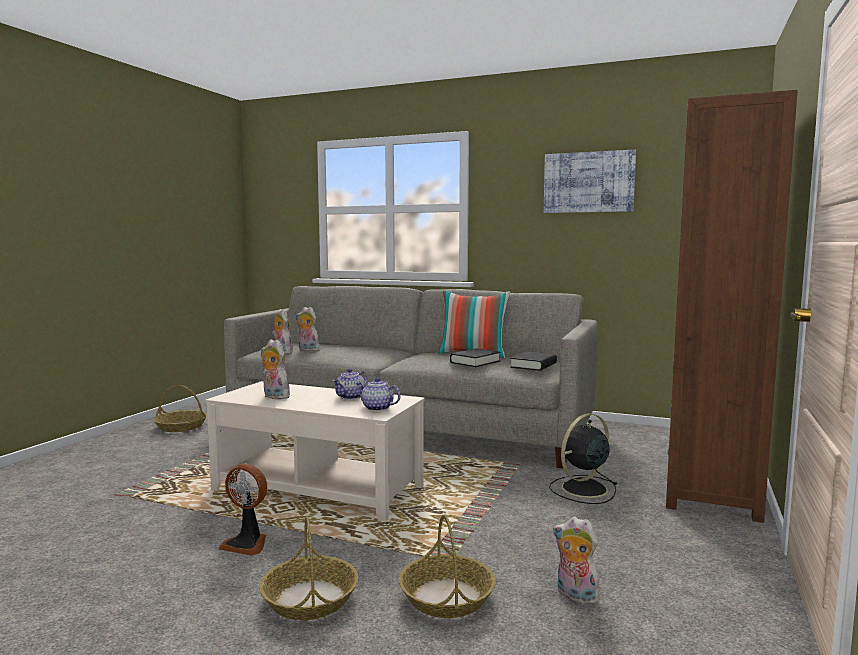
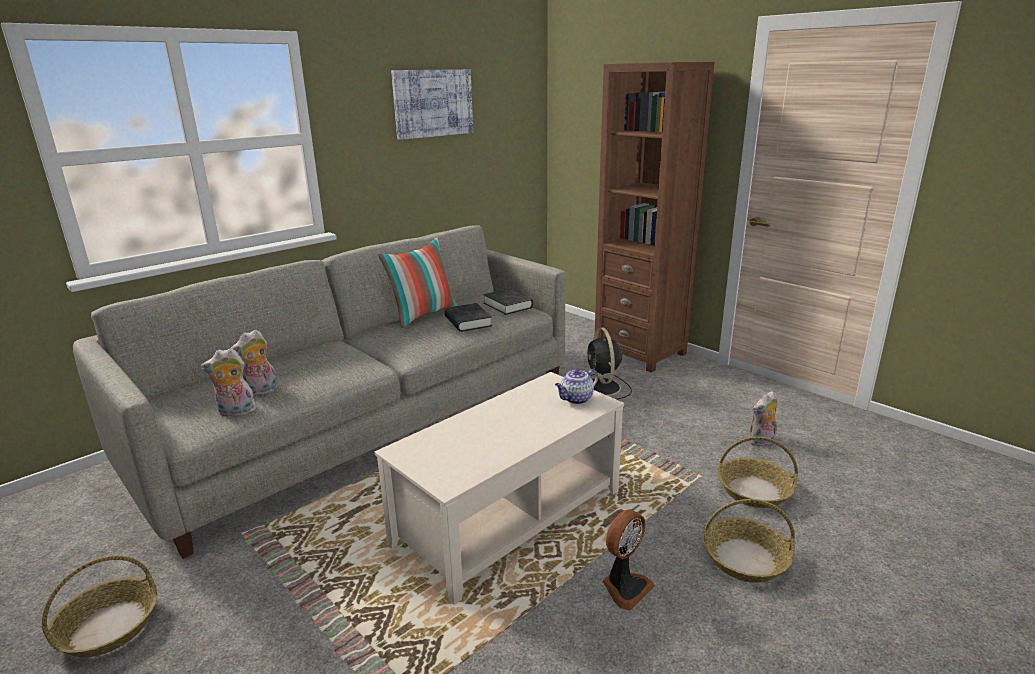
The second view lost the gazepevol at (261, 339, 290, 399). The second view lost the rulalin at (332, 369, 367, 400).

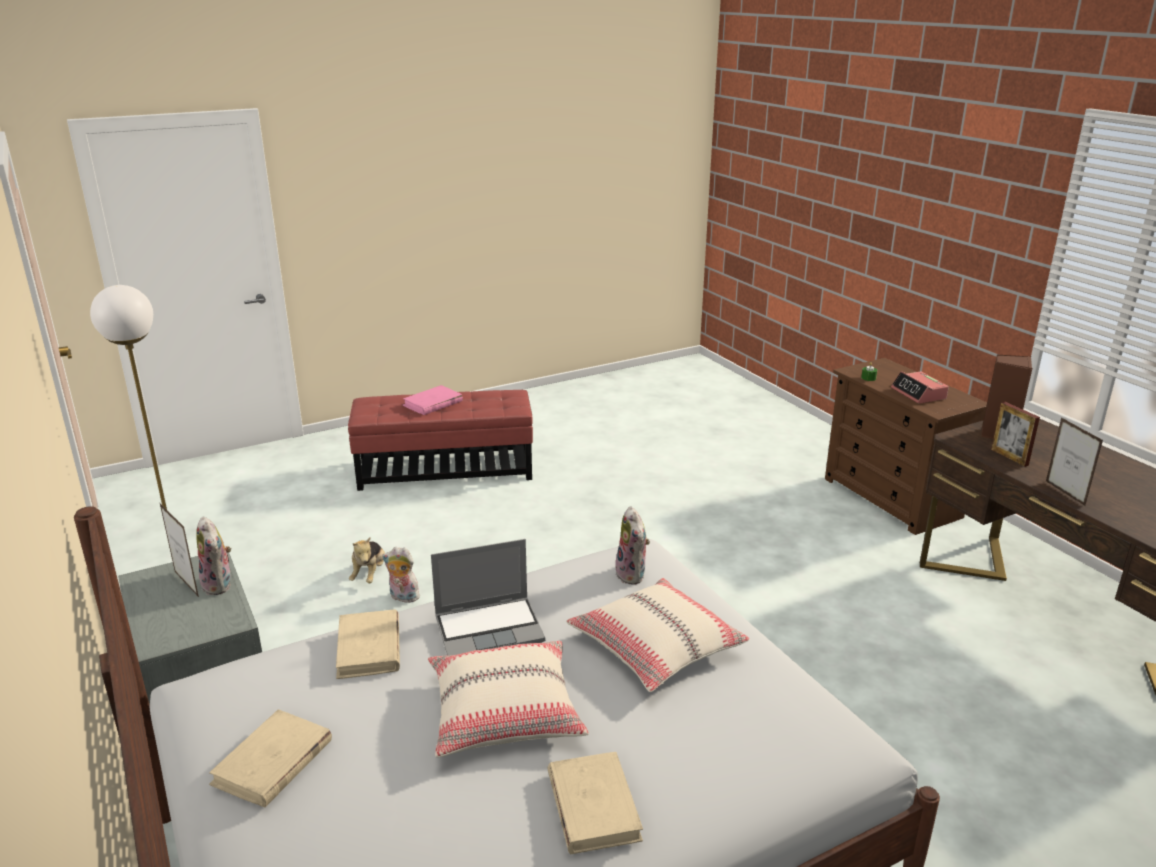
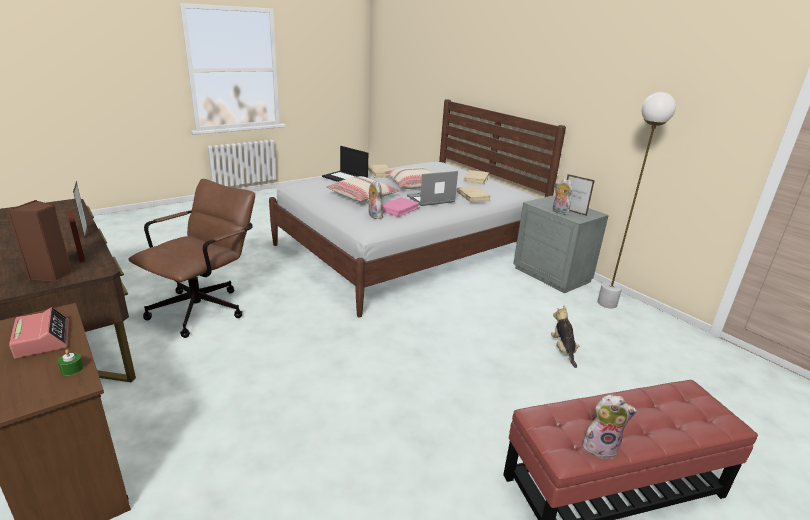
The second view gained the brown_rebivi at (128, 179, 255, 338). The second view gained the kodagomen at (322, 146, 368, 182). The gazepevol ended up elsewhere, having gone from (382, 547, 420, 603) to (583, 395, 637, 459). The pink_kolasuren ended up elsewhere, having gone from (403, 385, 463, 415) to (382, 197, 420, 217).

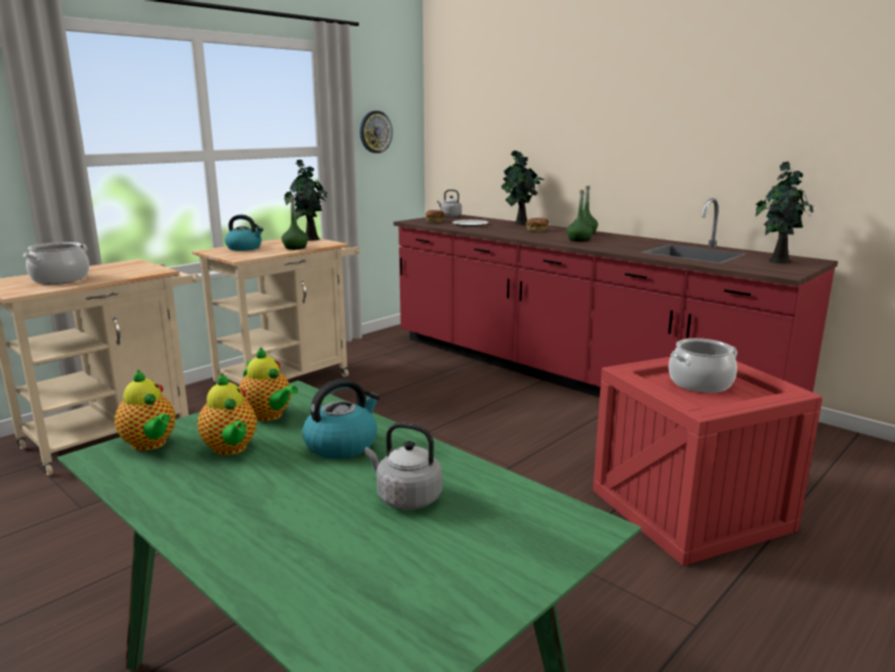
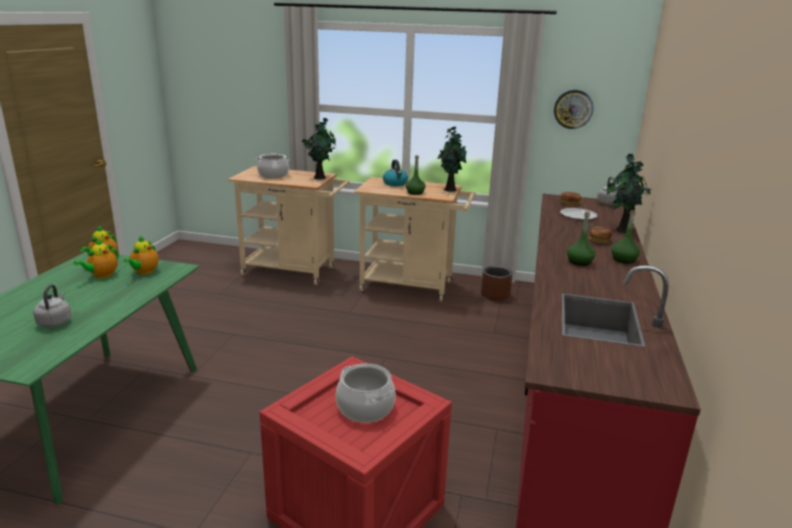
The second view lost the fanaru at (302, 379, 380, 459). The second view gained the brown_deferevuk at (481, 266, 513, 301). The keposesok ended up elsewhere, having gone from (756, 161, 814, 264) to (302, 118, 336, 179).

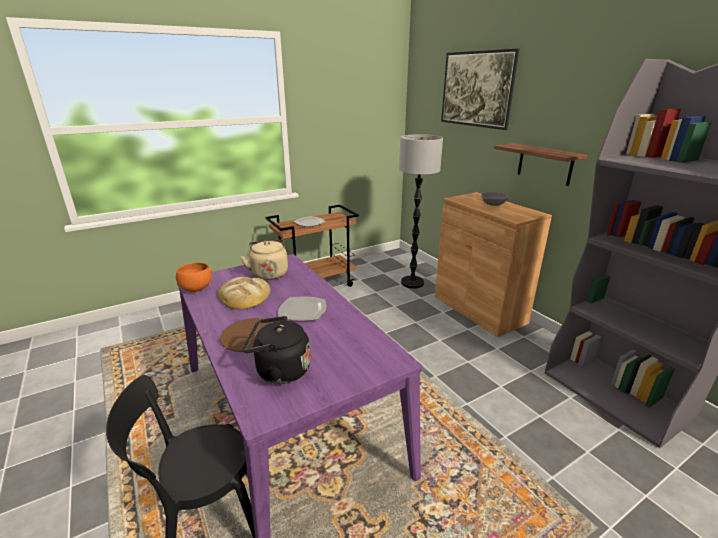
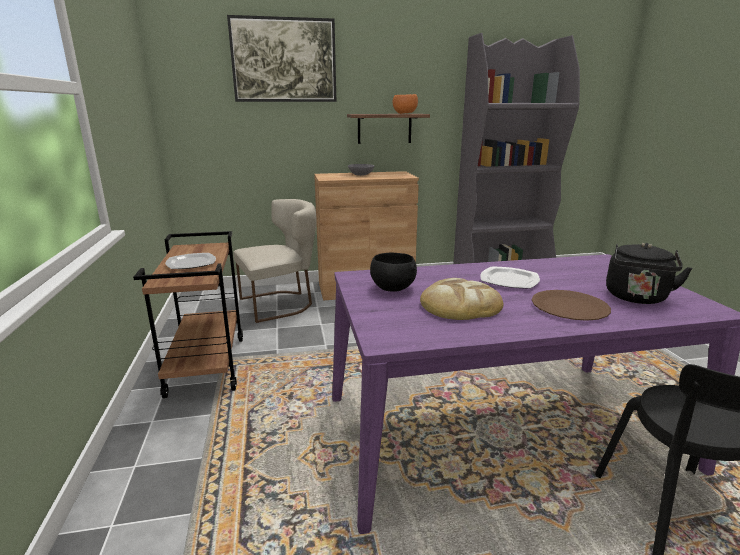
The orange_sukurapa ended up elsewhere, having gone from (176, 262, 212, 292) to (393, 94, 418, 114). Where the beige_fanaru stood at (240, 239, 288, 280), the black_sukurapa came to stand at (370, 253, 417, 292). Where the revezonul stood at (399, 134, 443, 289), the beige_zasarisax came to stand at (233, 199, 316, 323).

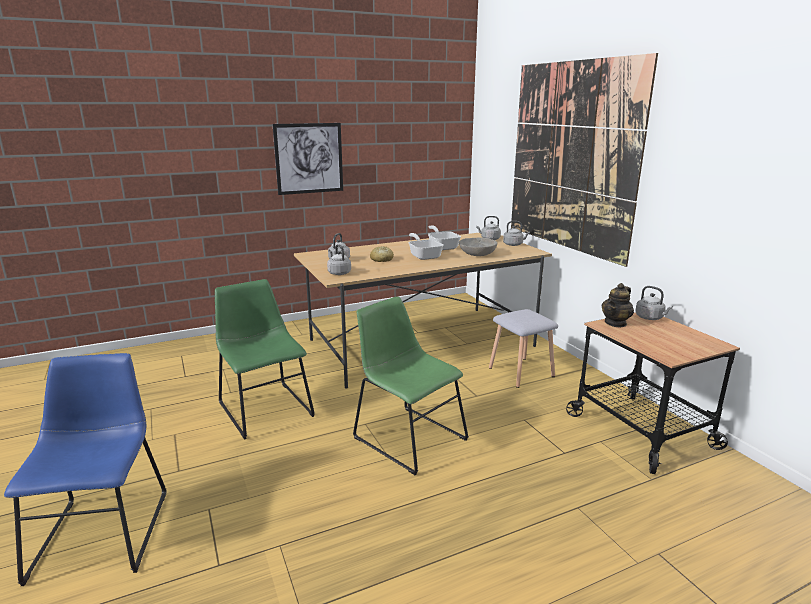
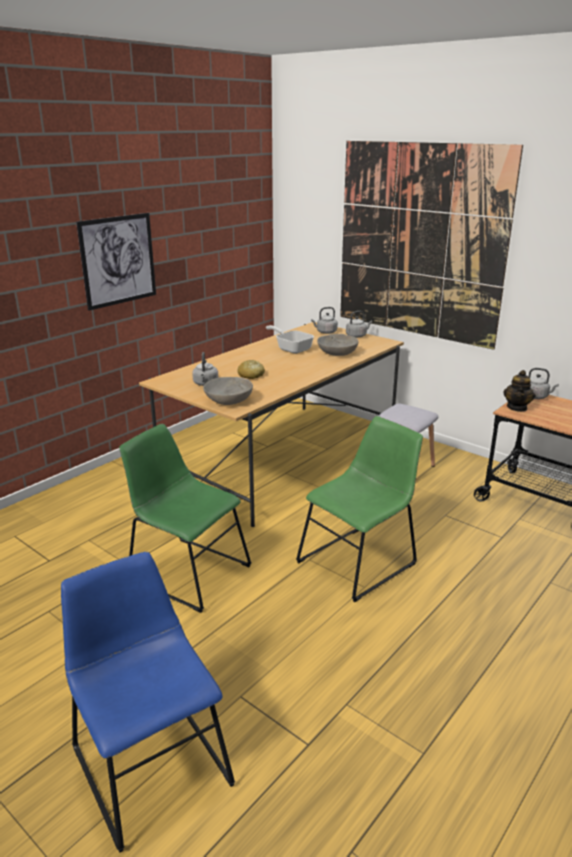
The second view lost the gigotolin at (409, 233, 444, 260). Where the grey_fanaru stood at (327, 244, 351, 275), the grey_sukurapa came to stand at (203, 377, 253, 405). The green_zasarisax at (353, 297, 469, 475) ended up facing another way, 120 degrees clockwise from before.

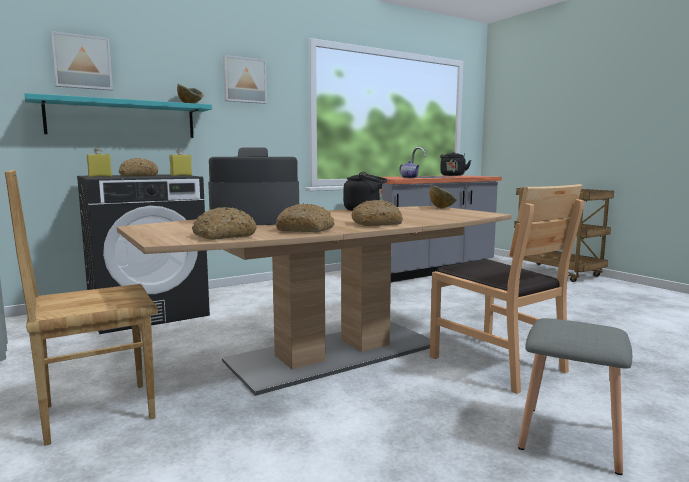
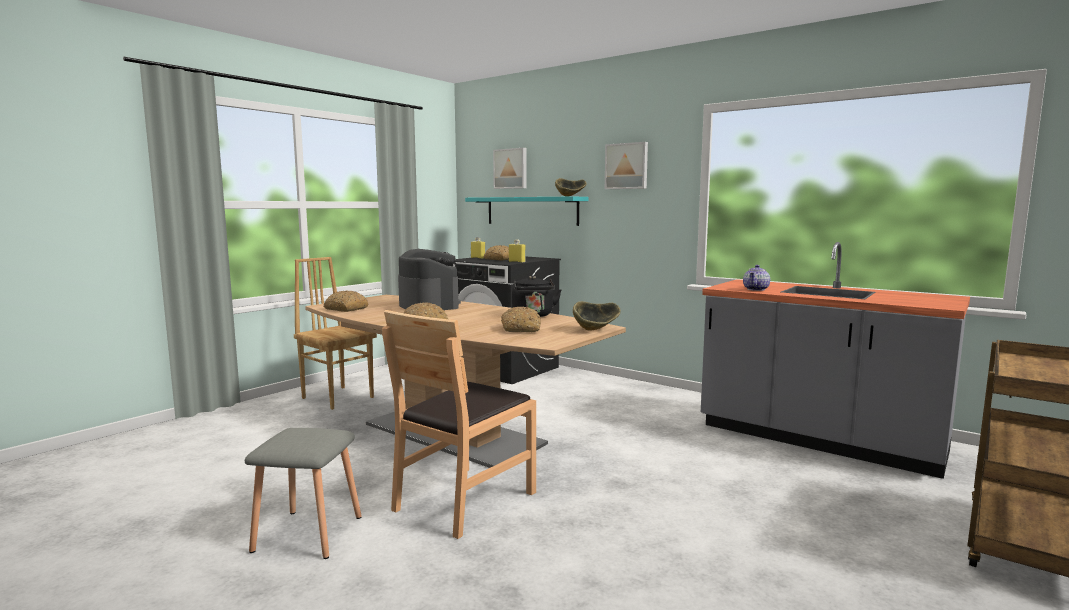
The second view lost the black_fanaru at (440, 152, 471, 176). The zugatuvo ended up elsewhere, having gone from (275, 203, 335, 232) to (501, 307, 541, 332).

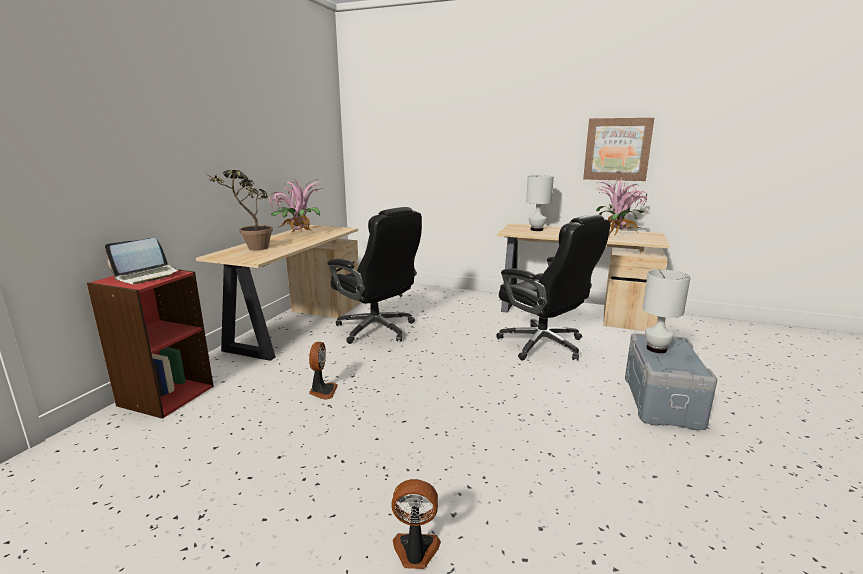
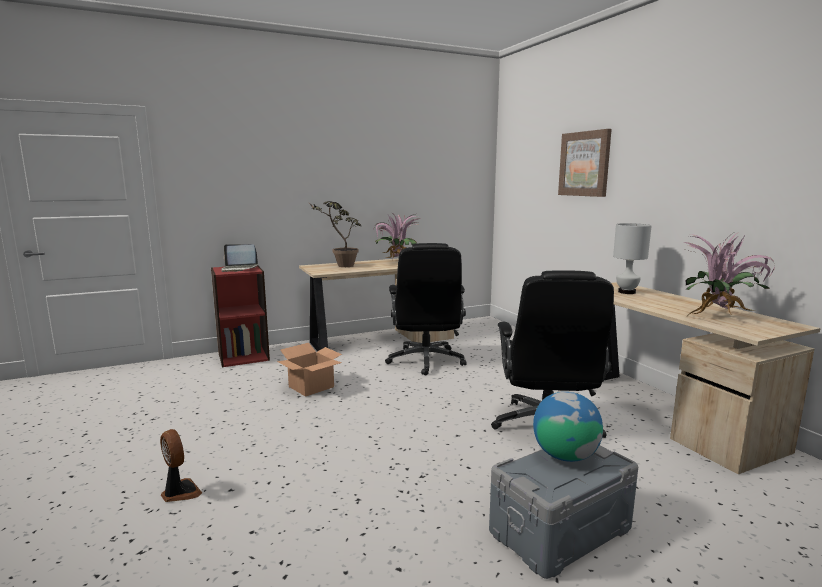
The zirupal ended up elsewhere, having gone from (583, 118, 654, 181) to (558, 129, 612, 197). Where the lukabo stood at (309, 342, 338, 400), the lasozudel came to stand at (277, 343, 342, 397). Where the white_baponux stood at (643, 269, 691, 353), the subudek came to stand at (533, 392, 603, 462).

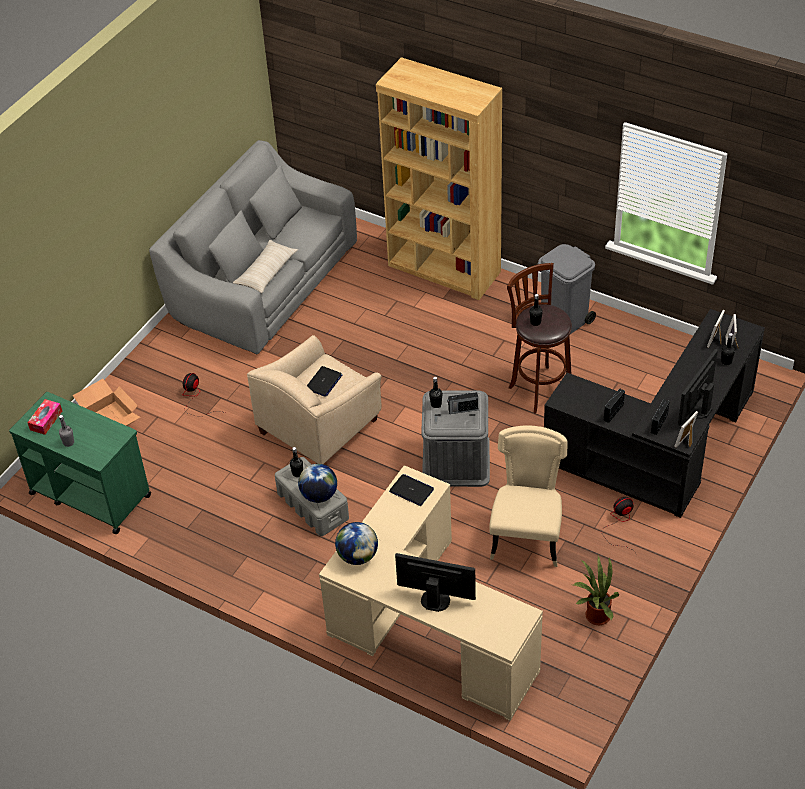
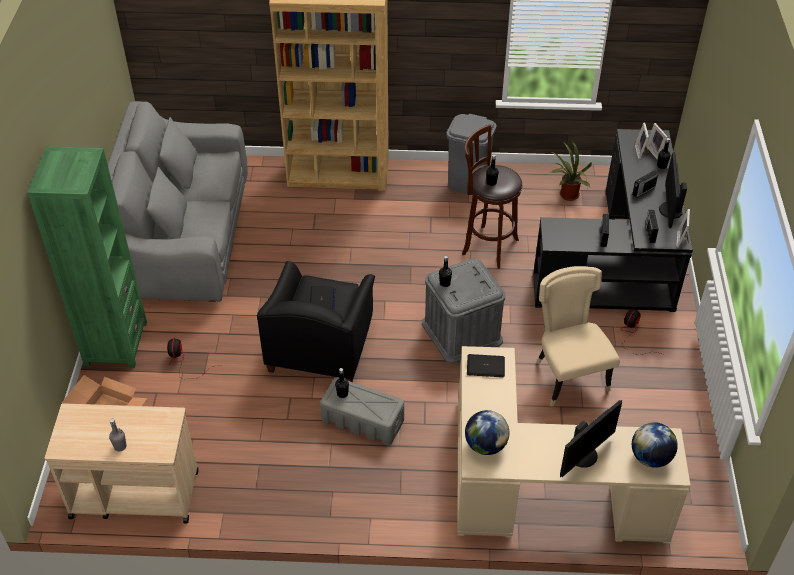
The second view lost the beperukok at (27, 399, 62, 435). The second view lost the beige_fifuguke at (233, 240, 298, 293). The second view gained the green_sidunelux at (27, 146, 147, 368). The subudek ended up elsewhere, having gone from (298, 464, 337, 503) to (632, 422, 678, 468). The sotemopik ended up elsewhere, having gone from (447, 392, 478, 414) to (632, 169, 658, 198). The keposesok ended up elsewhere, having gone from (574, 556, 619, 625) to (550, 141, 592, 201). What was the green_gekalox at (9, 392, 151, 534) turned into the beige_gekalox at (44, 403, 199, 524). What was the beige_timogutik at (247, 335, 382, 466) turned into the black_timogutik at (257, 261, 375, 382). The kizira at (395, 553, 476, 612) ended up facing another way, 150 degrees clockwise from before.

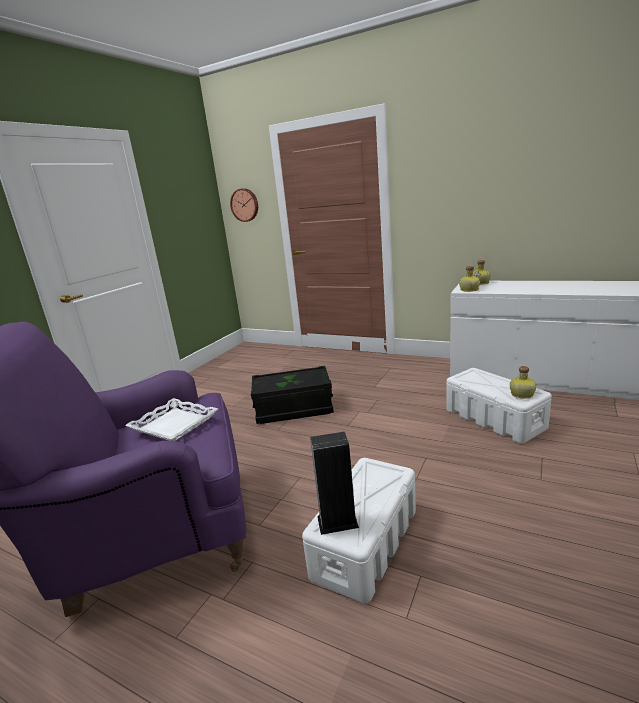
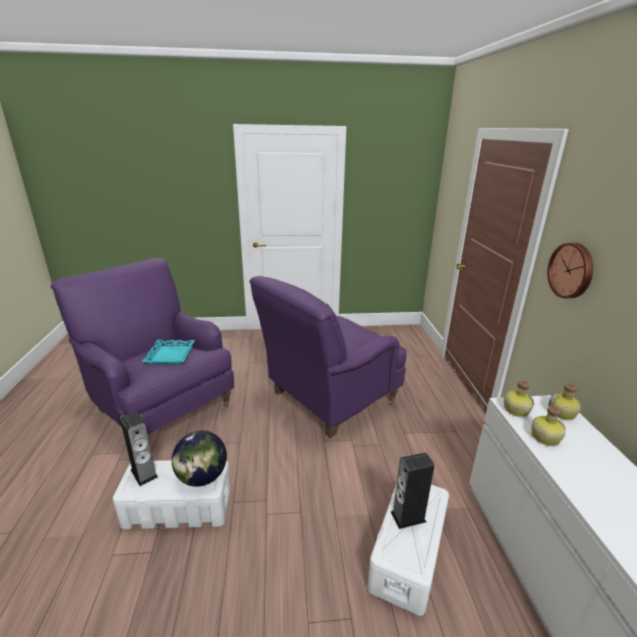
The second view gained the subudek at (172, 431, 227, 487). The second view gained the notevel at (391, 452, 434, 529). The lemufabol ended up elsewhere, having gone from (230, 188, 258, 222) to (547, 243, 593, 298). The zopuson ended up elsewhere, having gone from (510, 366, 536, 399) to (531, 406, 566, 446). Where the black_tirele stood at (251, 366, 334, 424), the purple_timogutik came to stand at (250, 276, 407, 438). What was the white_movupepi at (125, 398, 218, 441) turned into the turquoise_movupepi at (142, 340, 195, 364).

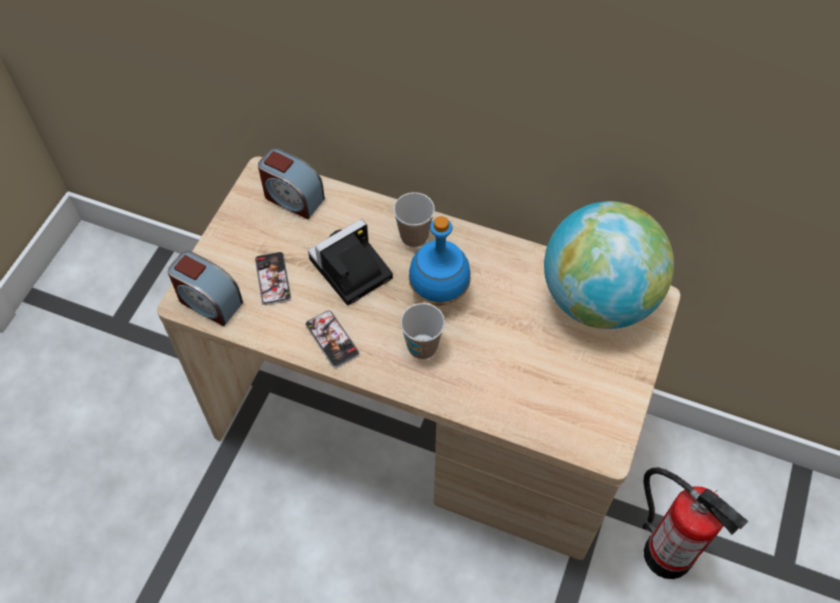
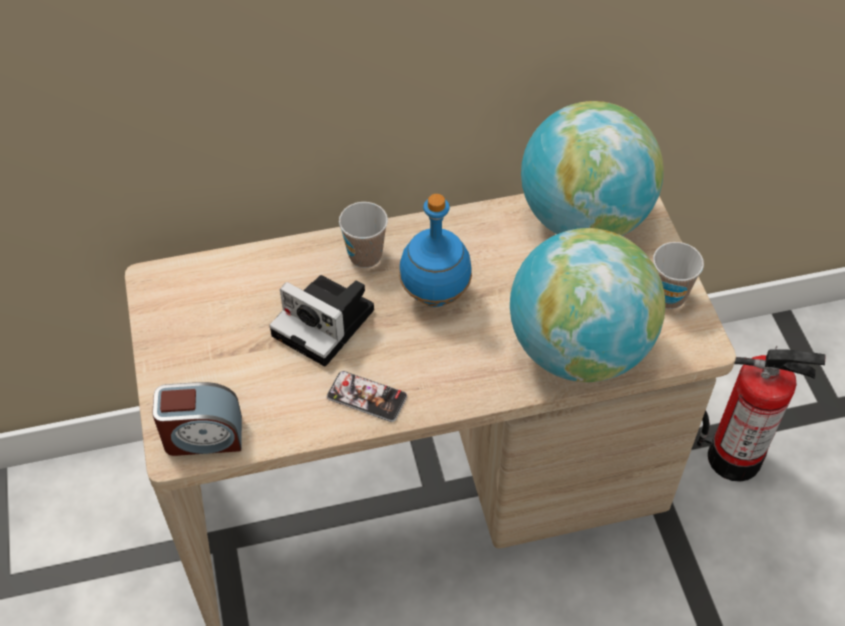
The second view lost the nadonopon at (255, 252, 291, 305). The second view lost the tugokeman at (258, 148, 325, 220). The second view gained the subudek at (510, 228, 665, 382). The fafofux ended up elsewhere, having gone from (400, 303, 445, 359) to (653, 242, 704, 309). The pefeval at (308, 219, 393, 306) ended up facing another way, 75 degrees counterclockwise from before.

